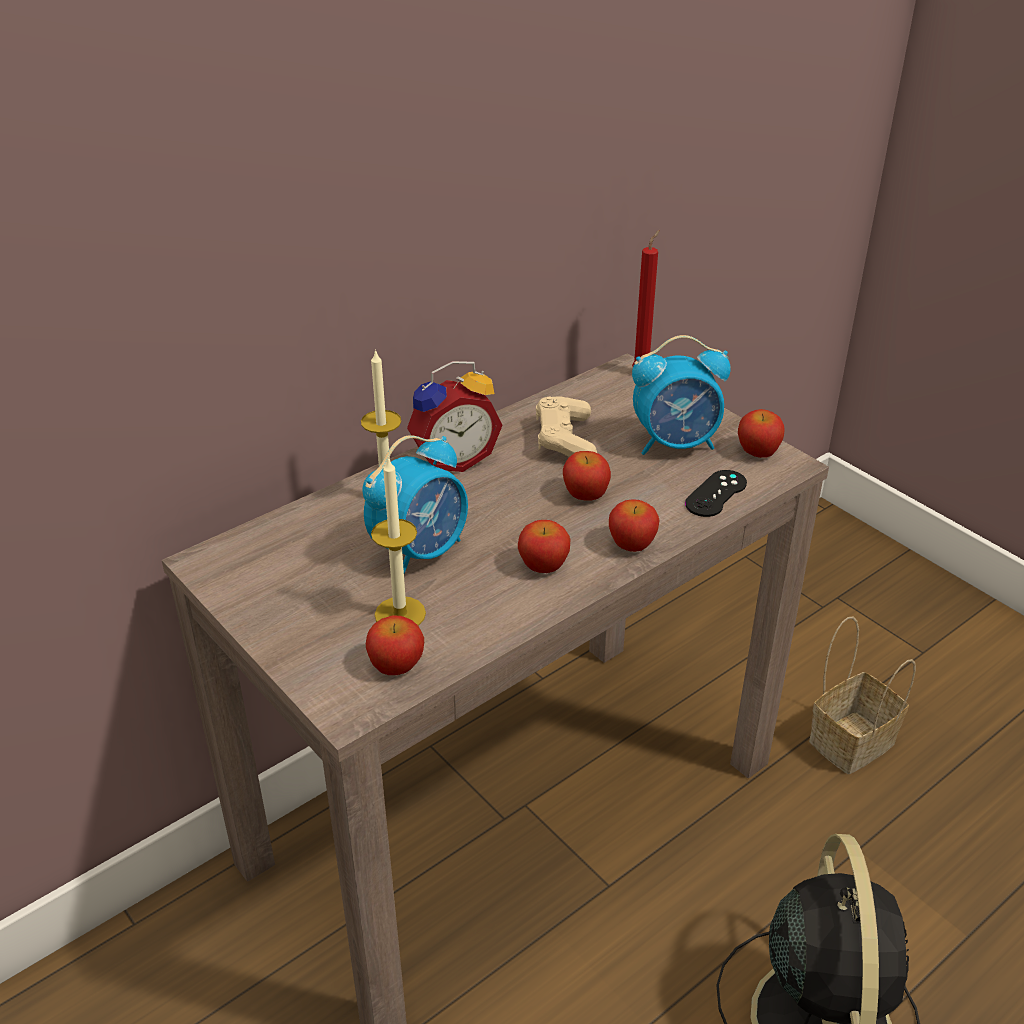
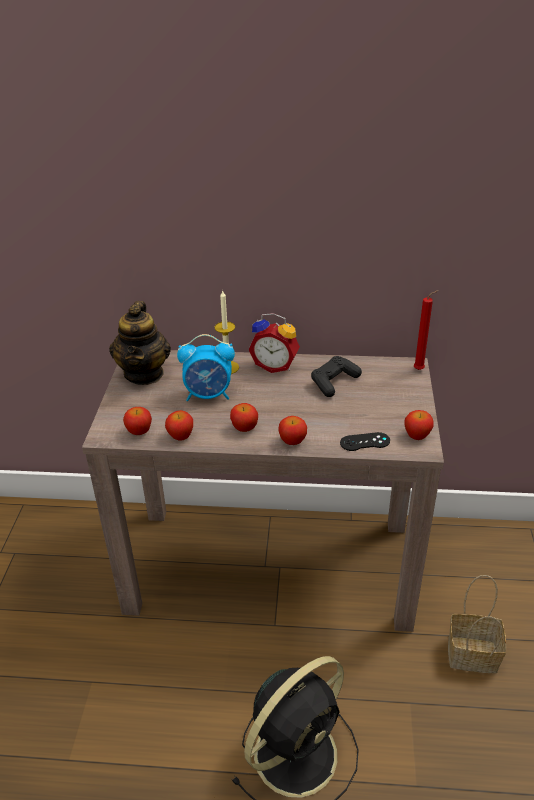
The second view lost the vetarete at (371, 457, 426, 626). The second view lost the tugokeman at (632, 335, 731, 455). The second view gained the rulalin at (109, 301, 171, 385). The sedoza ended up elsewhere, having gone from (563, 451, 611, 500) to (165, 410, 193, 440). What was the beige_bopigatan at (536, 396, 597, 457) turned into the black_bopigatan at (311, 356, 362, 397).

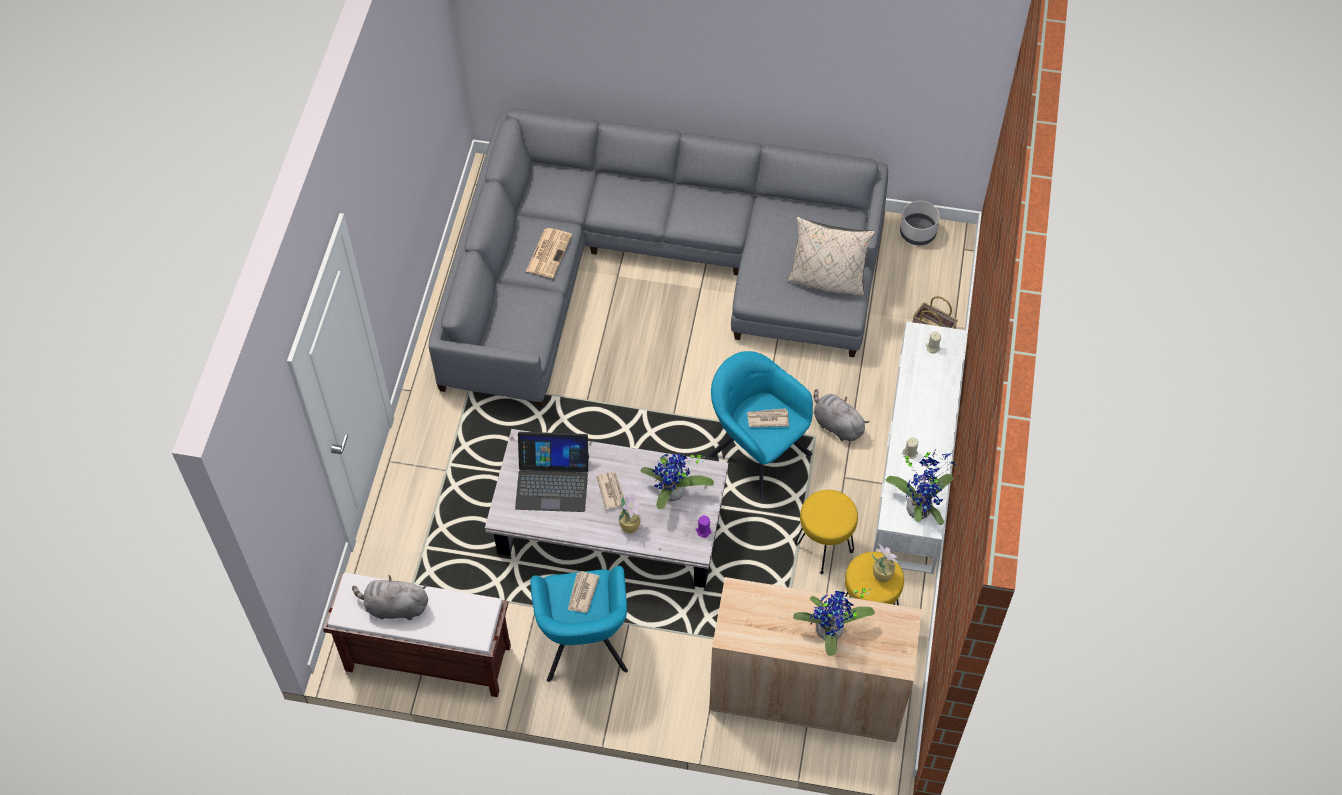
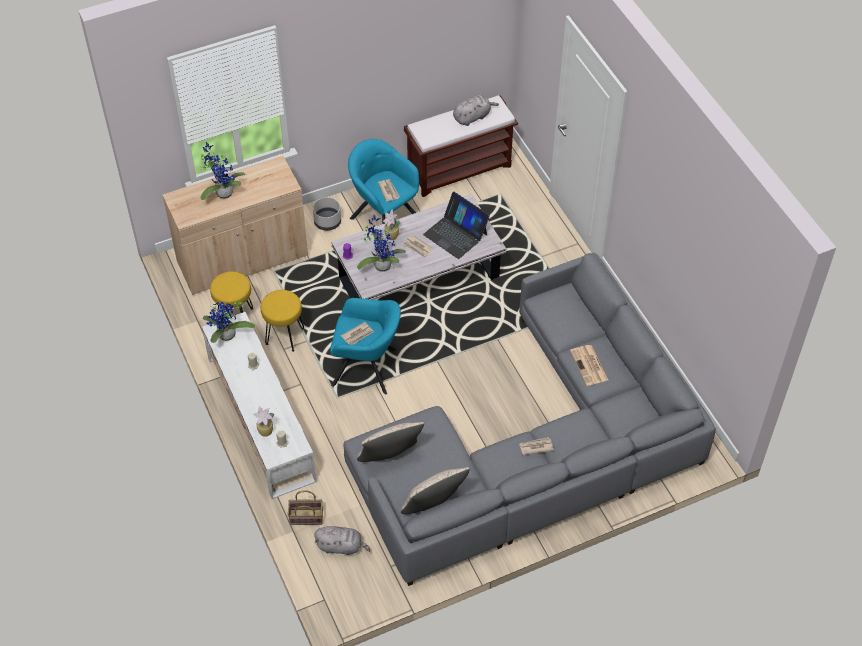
The second view gained the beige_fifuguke at (401, 467, 470, 514). The second view gained the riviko at (519, 437, 554, 455). The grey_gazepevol ended up elsewhere, having gone from (813, 389, 869, 441) to (314, 526, 370, 555). The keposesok ended up elsewhere, having gone from (872, 544, 898, 582) to (253, 406, 274, 437). The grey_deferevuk ended up elsewhere, having gone from (900, 201, 940, 245) to (313, 197, 341, 231). The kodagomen at (515, 432, 589, 512) ended up facing another way, 105 degrees counterclockwise from before.

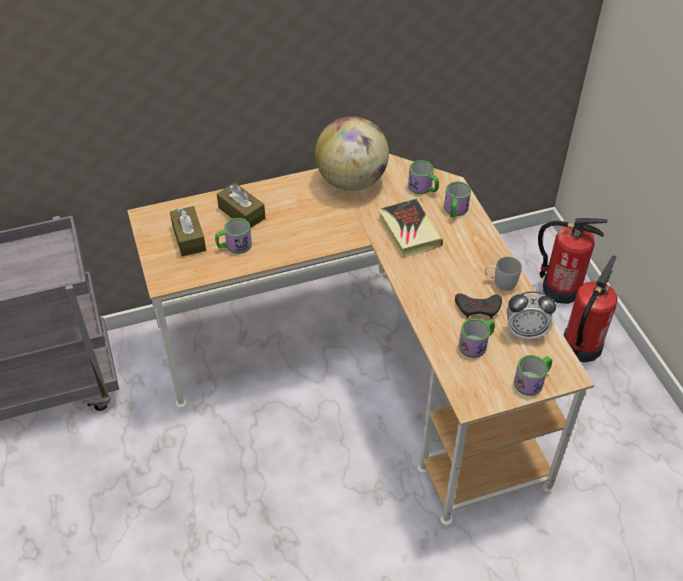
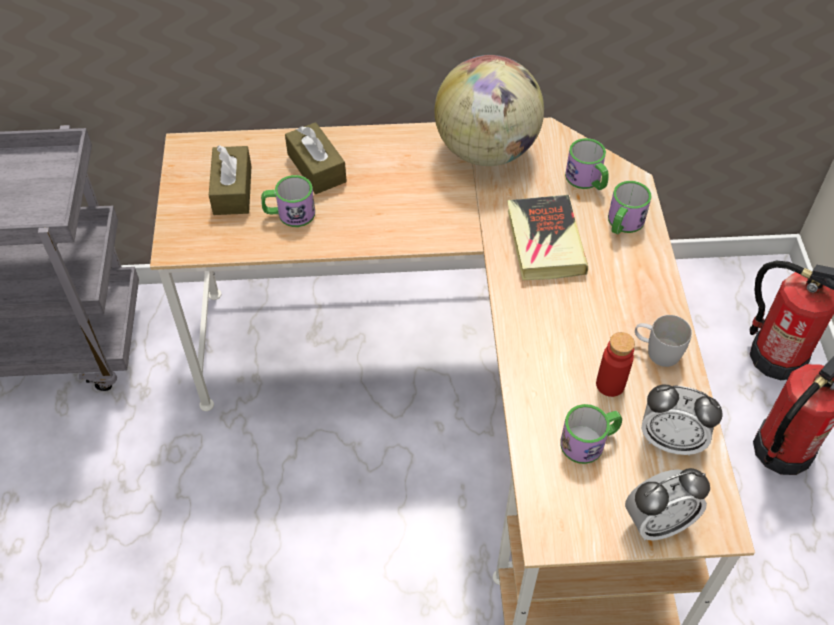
Where the grey_bopigatan stood at (455, 293, 502, 319), the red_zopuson came to stand at (596, 332, 635, 397). Where the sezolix stood at (514, 355, 552, 396), the tugokeman came to stand at (625, 468, 710, 540).

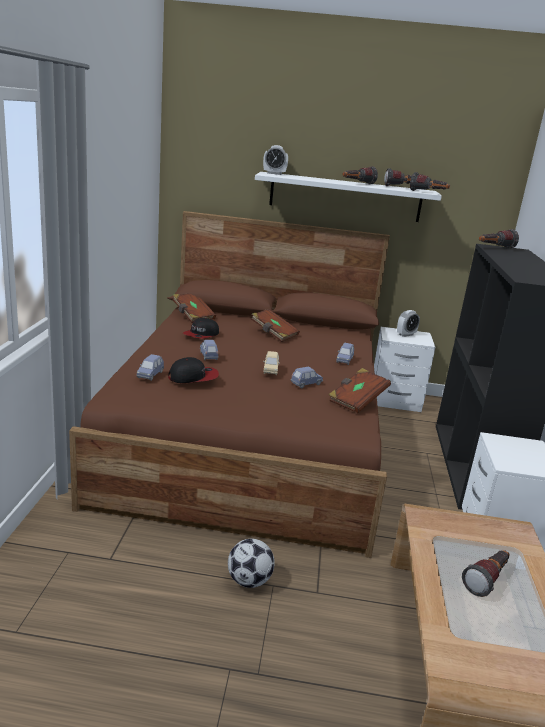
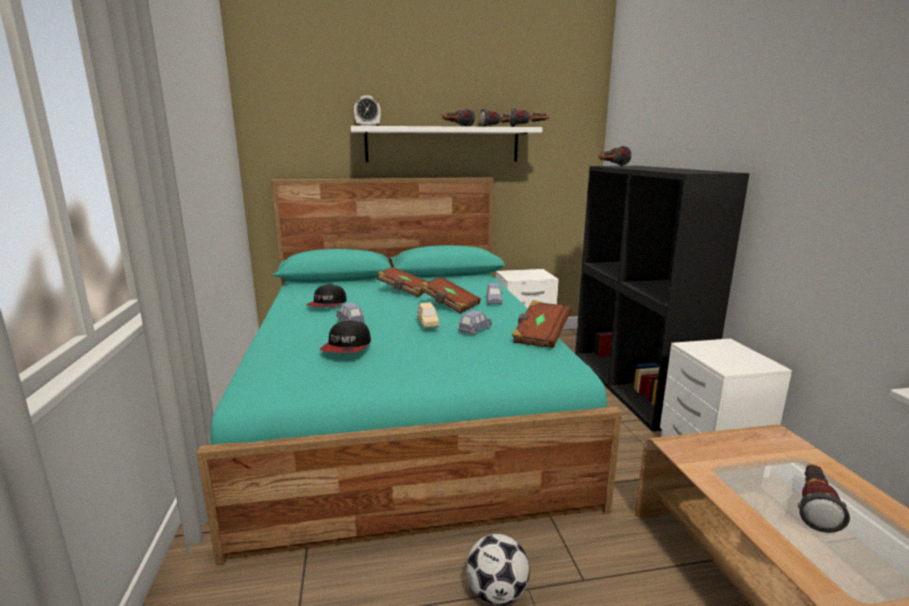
The second view lost the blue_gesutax at (136, 354, 164, 381). The second view lost the tugokeman at (397, 310, 420, 337). The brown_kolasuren ended up elsewhere, having gone from (172, 293, 216, 323) to (420, 277, 481, 313). What was the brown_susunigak at (69, 211, 390, 558) turned into the turquoise_susunigak at (197, 177, 622, 566). The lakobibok at (168, 357, 219, 383) ended up facing another way, 135 degrees clockwise from before.

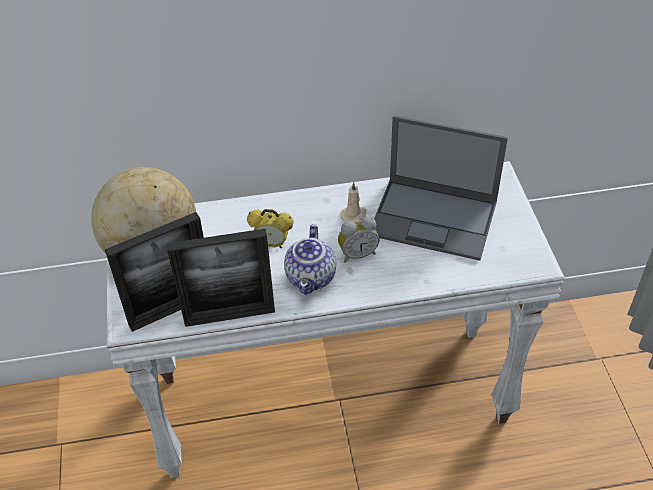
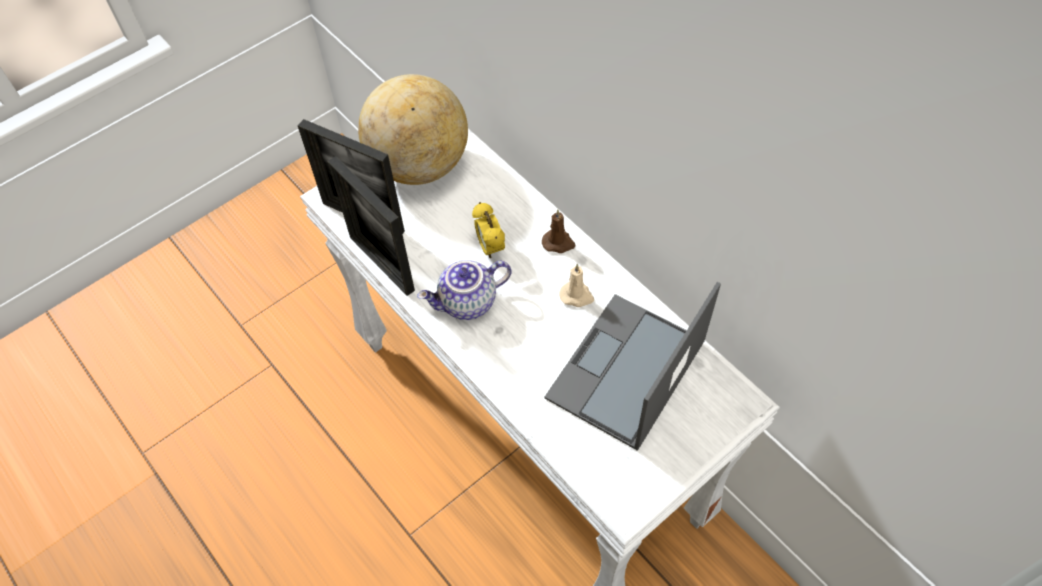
The second view lost the tugokeman at (338, 216, 379, 263). The second view gained the brown_vetarete at (542, 210, 575, 253). The kodagomen at (374, 115, 508, 261) ended up facing another way, 45 degrees clockwise from before.

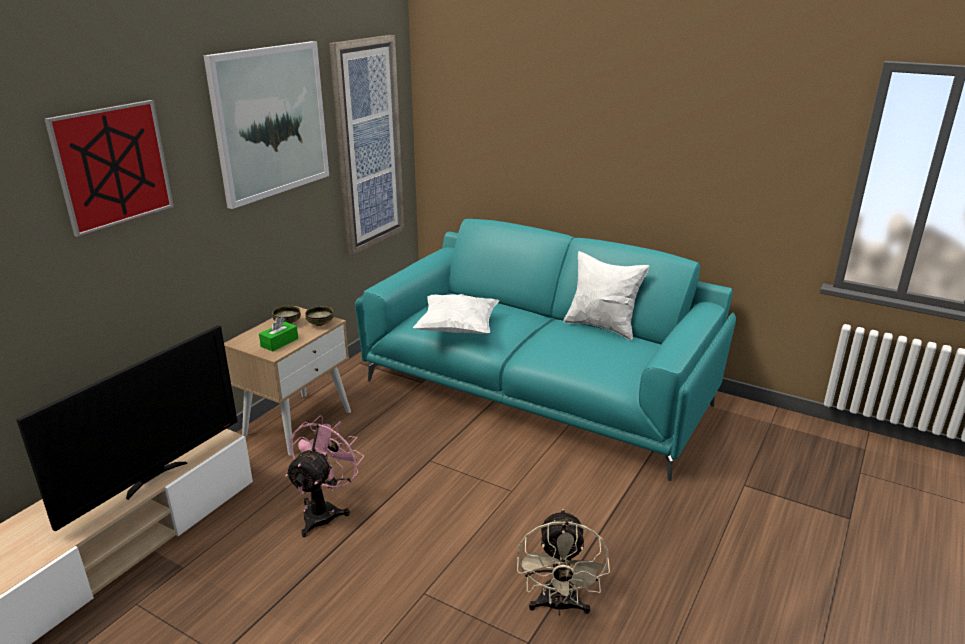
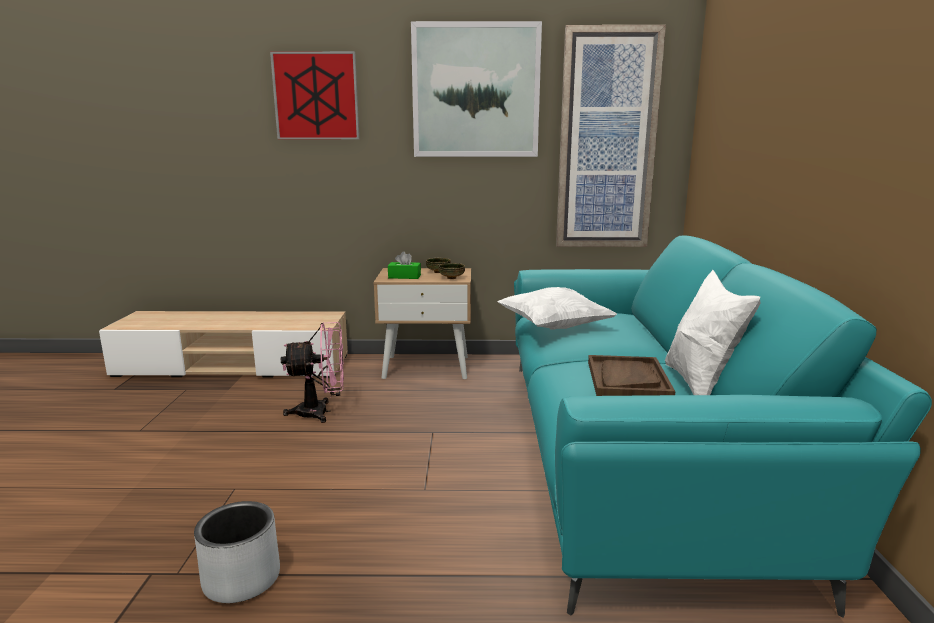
The second view lost the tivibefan at (16, 325, 238, 532). The second view gained the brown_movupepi at (588, 355, 675, 396). Where the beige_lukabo stood at (517, 509, 610, 616), the grey_deferevuk came to stand at (194, 501, 280, 603).

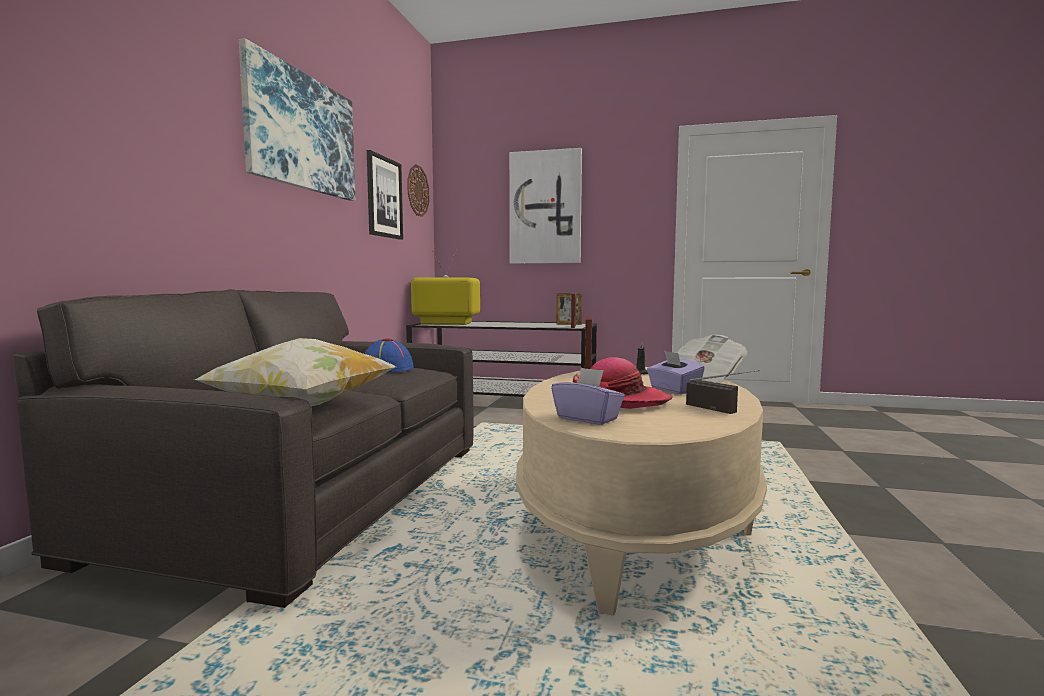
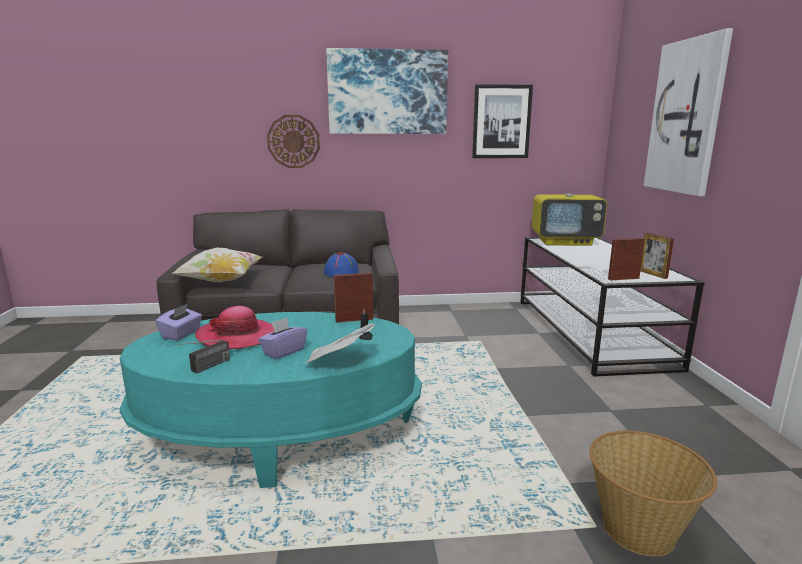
The second view gained the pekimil at (590, 431, 717, 556). The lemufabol ended up elsewhere, having gone from (407, 164, 429, 217) to (267, 115, 320, 168). What was the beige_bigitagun at (516, 367, 767, 616) turned into the turquoise_bigitagun at (120, 312, 422, 488). The tivibefan at (411, 250, 480, 325) ended up facing another way, 105 degrees clockwise from before.

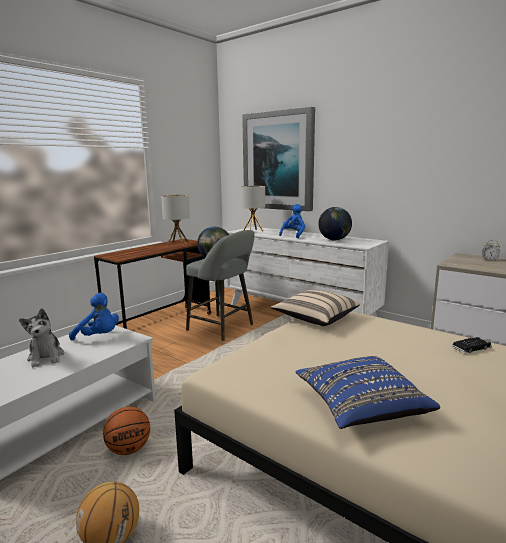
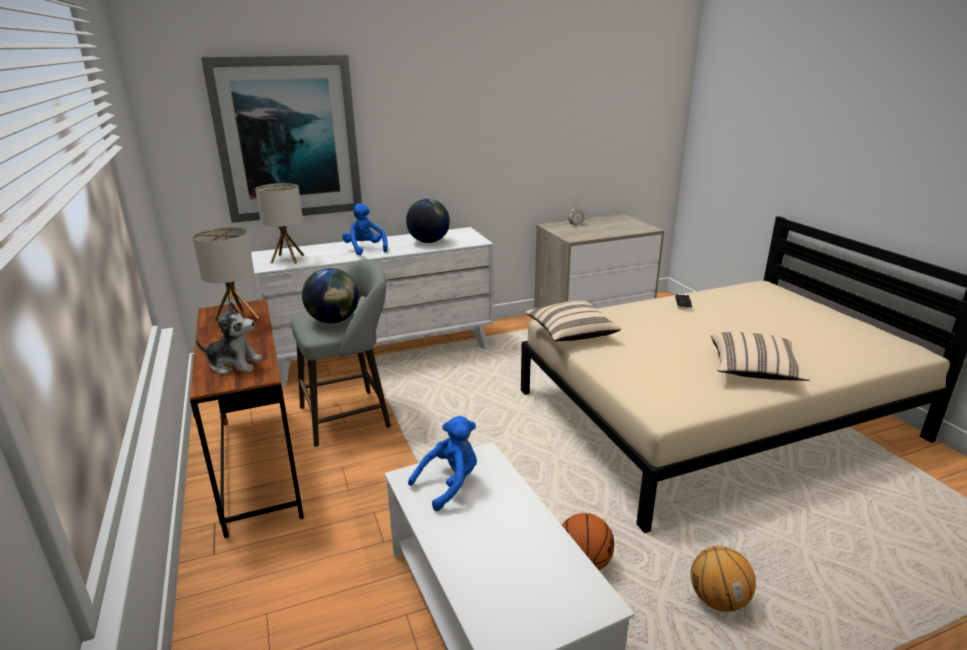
The gazepevol ended up elsewhere, having gone from (19, 308, 64, 367) to (196, 302, 263, 375). What was the blue_fifuguke at (296, 356, 440, 429) turned into the beige_fifuguke at (711, 332, 810, 381).

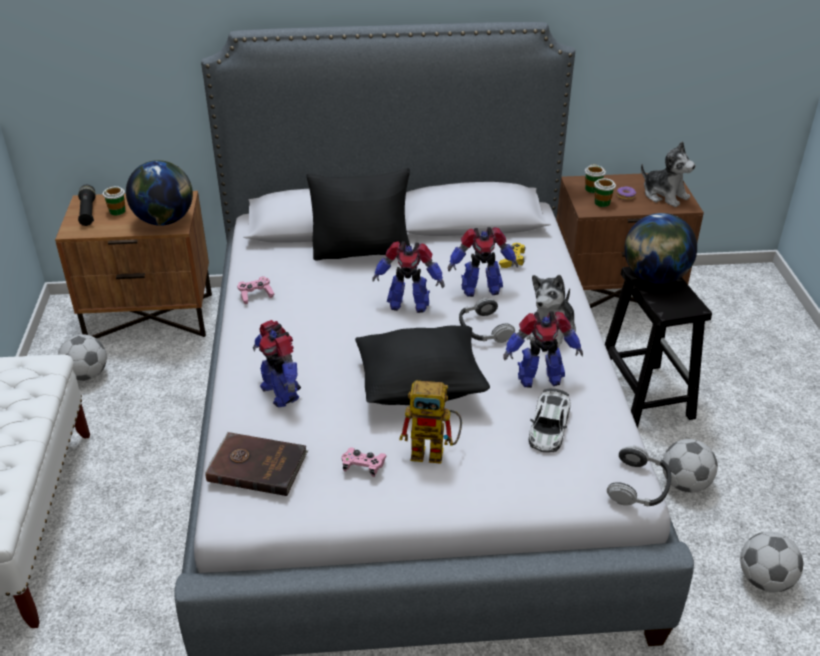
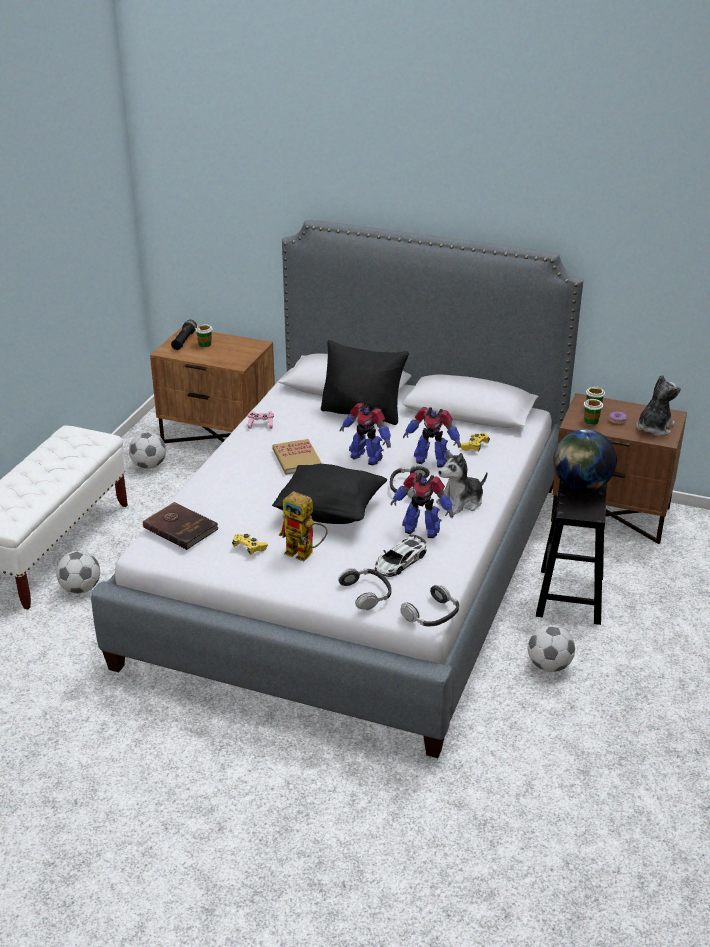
The second view lost the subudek at (126, 160, 193, 226). The second view lost the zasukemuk at (253, 320, 301, 408). The second view gained the kolasuren at (272, 439, 322, 475). The second view gained the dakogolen at (338, 568, 391, 610). The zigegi ended up elsewhere, having gone from (740, 532, 803, 592) to (56, 551, 100, 594). What was the pink_bopigatan at (341, 448, 387, 477) turned into the yellow_bopigatan at (232, 534, 268, 555). The gazepevol at (641, 141, 695, 207) ended up facing another way, 120 degrees counterclockwise from before.

